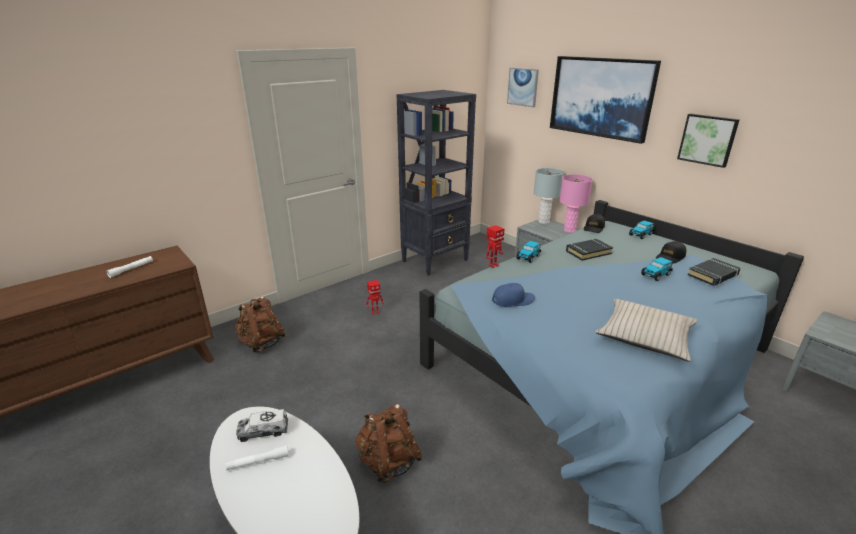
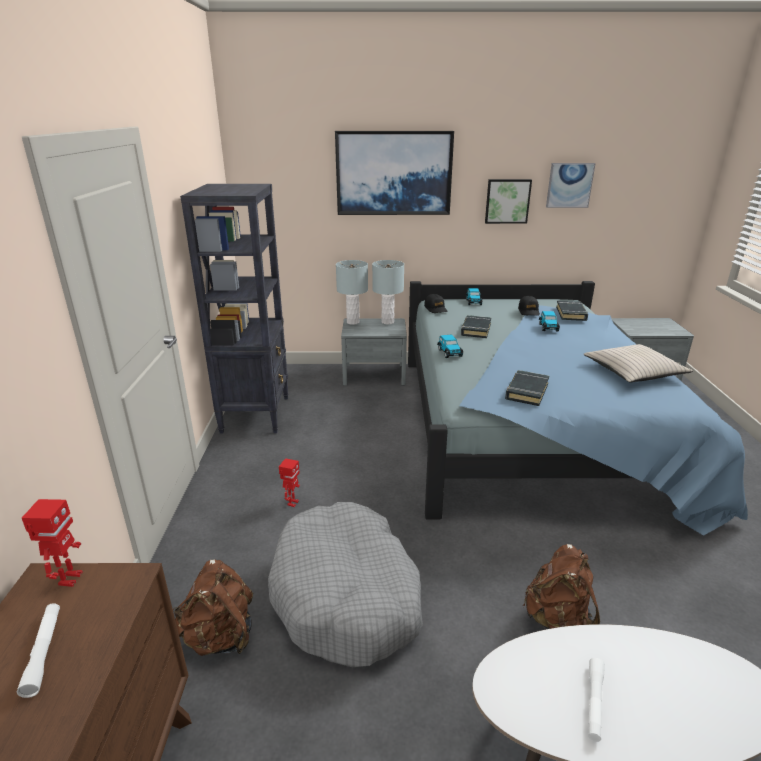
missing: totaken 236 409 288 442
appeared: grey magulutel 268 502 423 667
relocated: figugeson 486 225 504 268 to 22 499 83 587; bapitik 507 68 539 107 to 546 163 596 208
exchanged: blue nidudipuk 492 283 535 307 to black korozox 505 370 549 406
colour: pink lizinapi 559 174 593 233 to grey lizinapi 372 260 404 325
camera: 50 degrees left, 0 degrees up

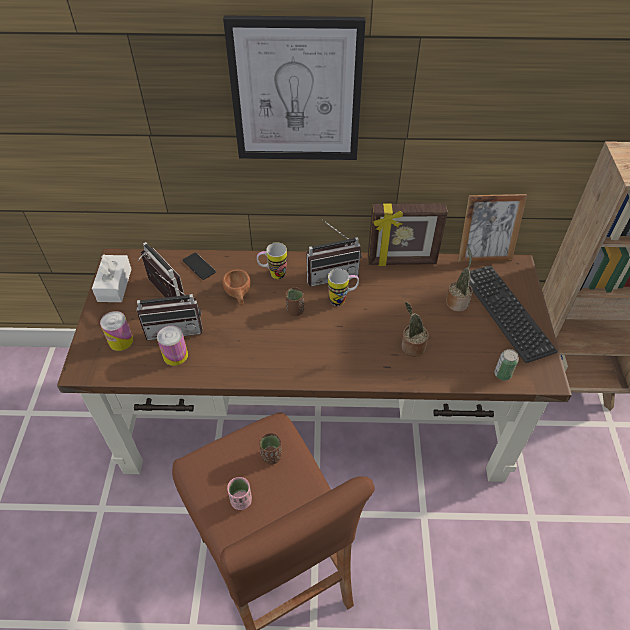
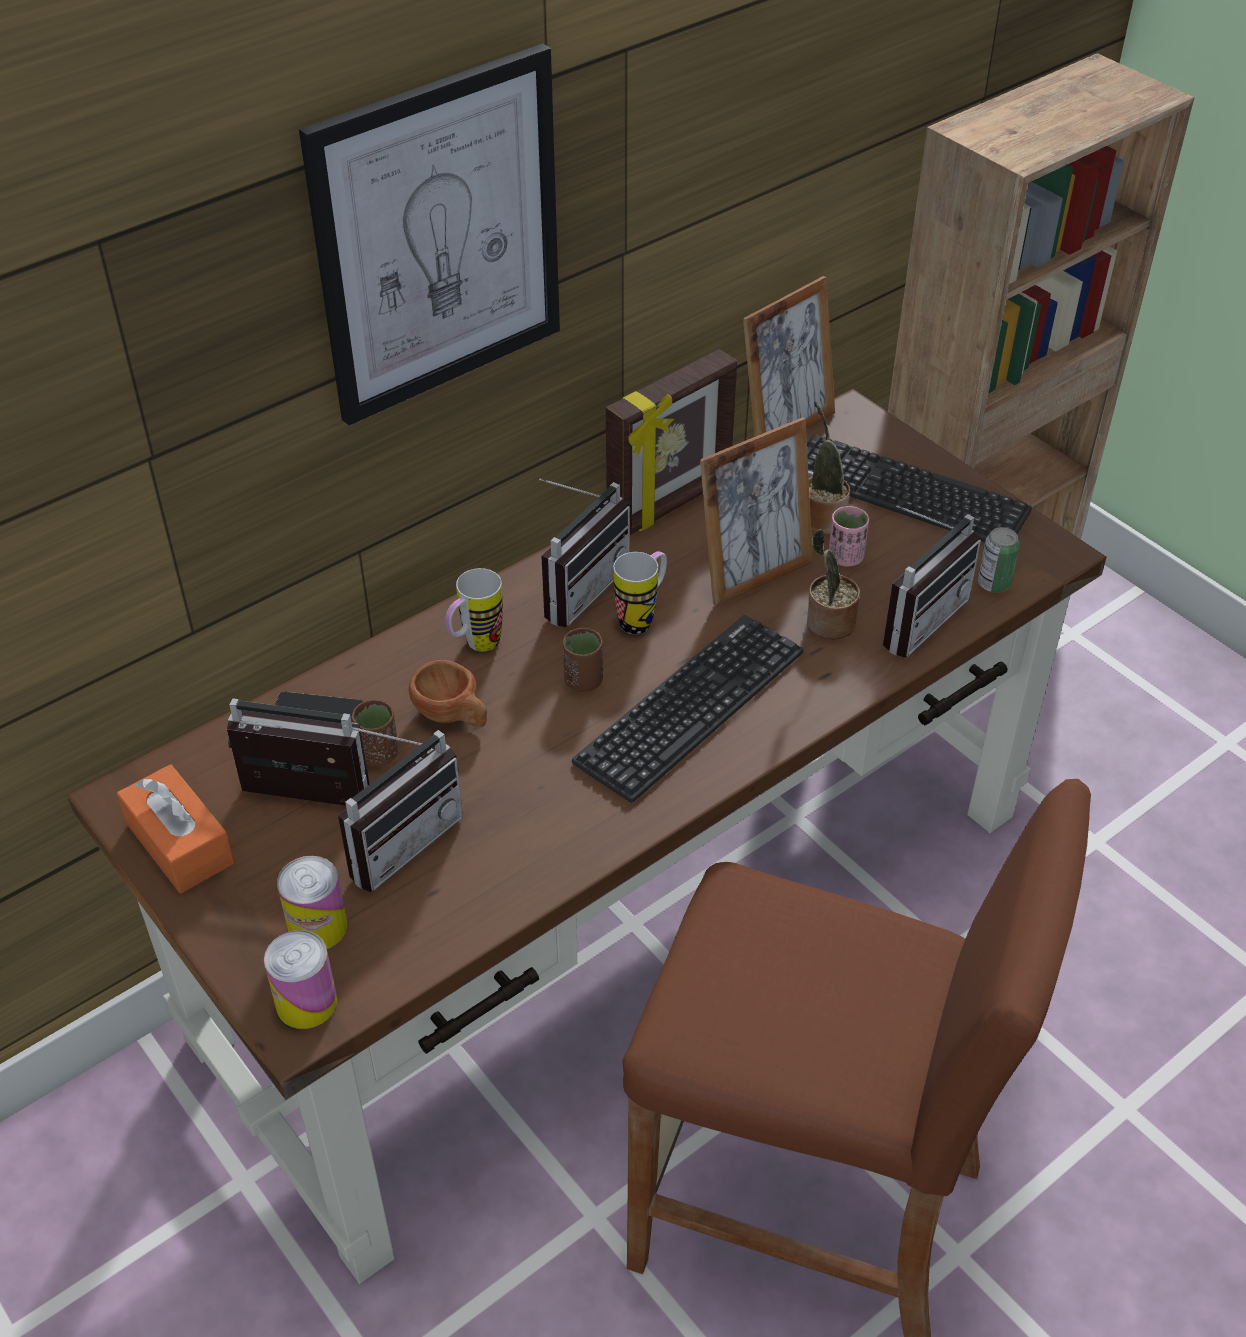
appeared: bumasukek 572 615 804 803; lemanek 700 417 813 606; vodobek 883 505 981 658
relocated: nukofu 157 326 188 366 to 264 930 337 1029; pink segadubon 227 477 252 510 to 829 506 869 567; brown segadubon 259 433 281 465 to 351 700 398 767
colour: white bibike 92 254 131 302 to orange bibike 116 764 234 893
camera: 40 degrees left, 5 degrees down

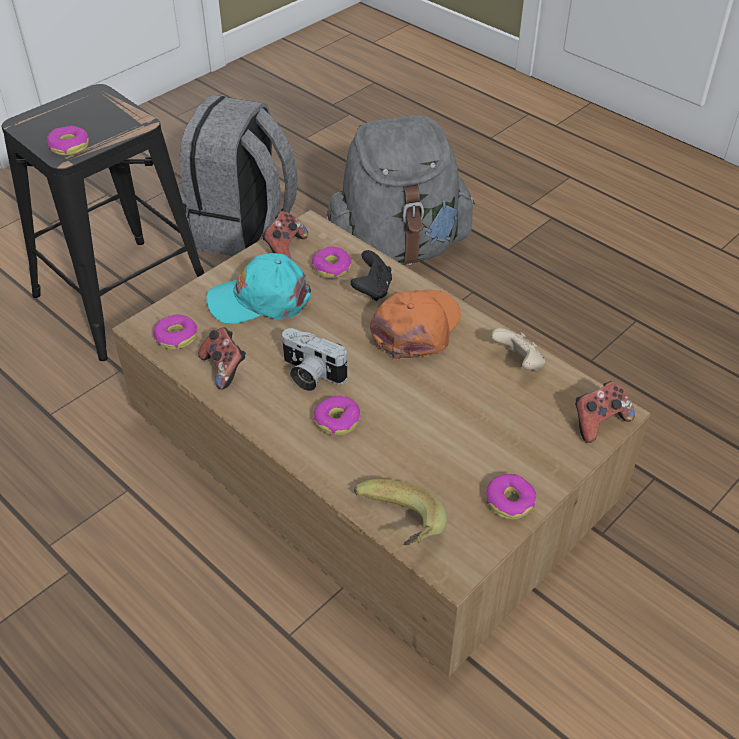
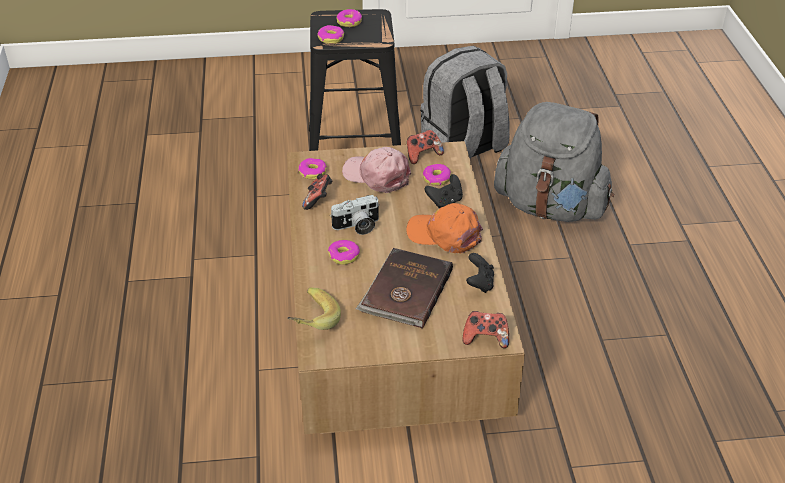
appeared: brown korozox 356 248 453 329
relocated: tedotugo 486 474 536 519 to 337 9 362 27
colour: turquoise nidudipuk 206 253 311 324 to pink nidudipuk 342 147 411 193; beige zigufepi 491 328 545 370 to black zigufepi 466 253 494 293
spun: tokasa 282 328 348 391 = 331 195 380 235 90 degrees counterclockwise; orange nidudipuk 370 289 461 359 = 406 203 483 254 135 degrees counterclockwise
camera: 40 degrees right, 5 degrees down

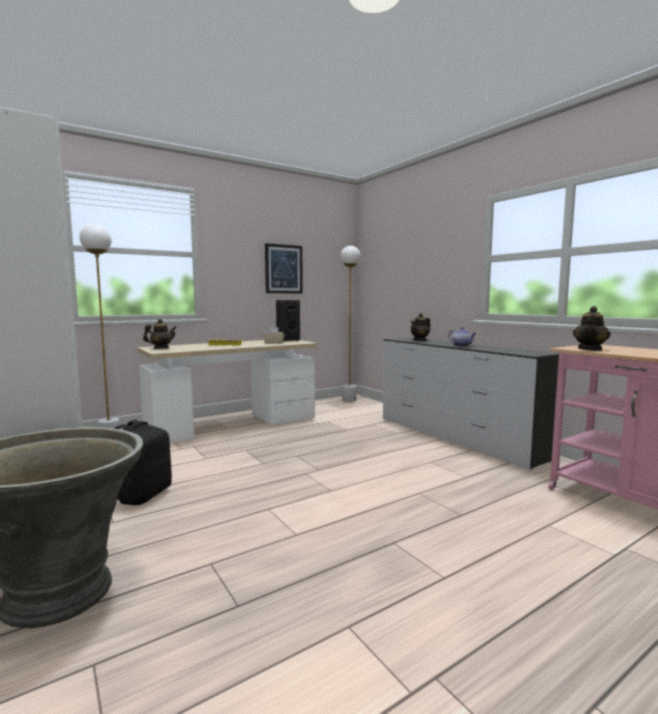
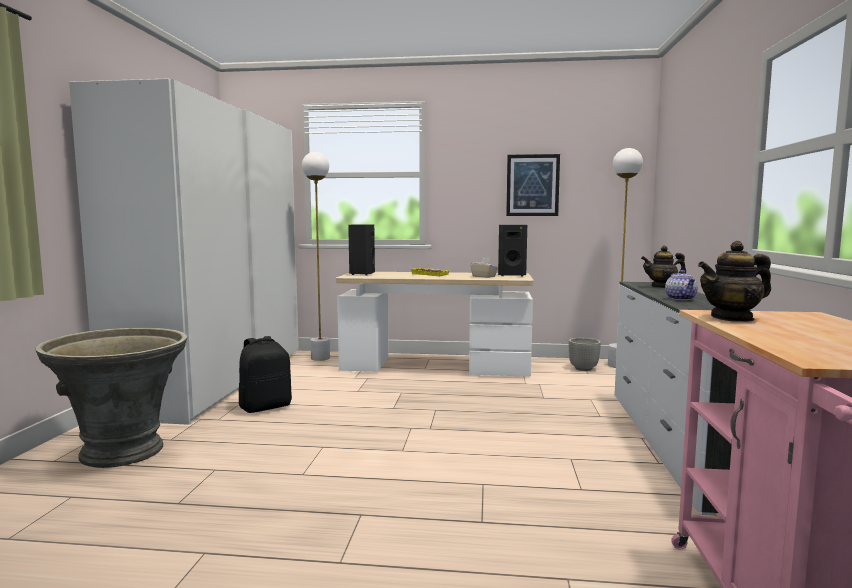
appeared: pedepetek 569 338 601 371
exchanged: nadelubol 143 319 177 349 to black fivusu 348 225 375 275
camera: 40 degrees right, 0 degrees up

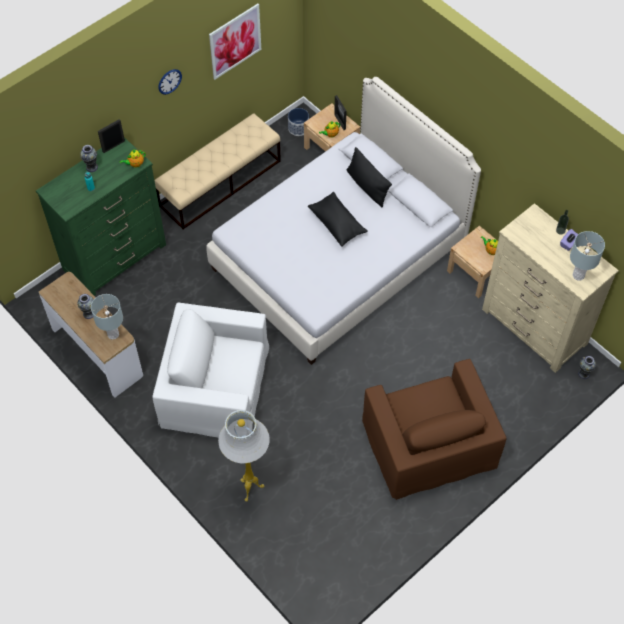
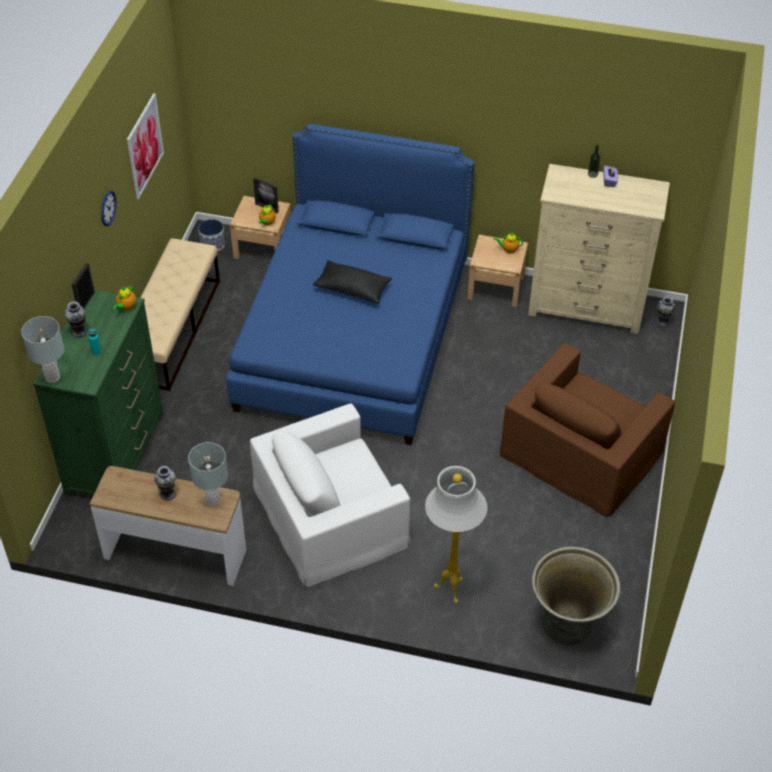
missing: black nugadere 346 147 392 208
appeared: grey pedepetek 532 547 620 645
relocated: grey lizinapi 570 231 605 281 to 21 316 64 383
colour: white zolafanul 206 77 481 365 to blue zolafanul 227 124 475 445
spun: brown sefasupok 362 359 506 500 = 500 343 675 518 90 degrees clockwise
camera: 35 degrees left, 10 degrees down

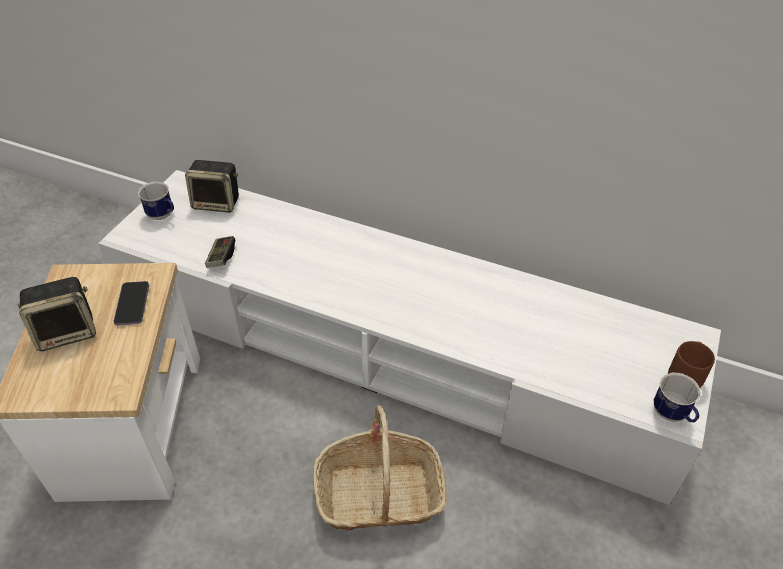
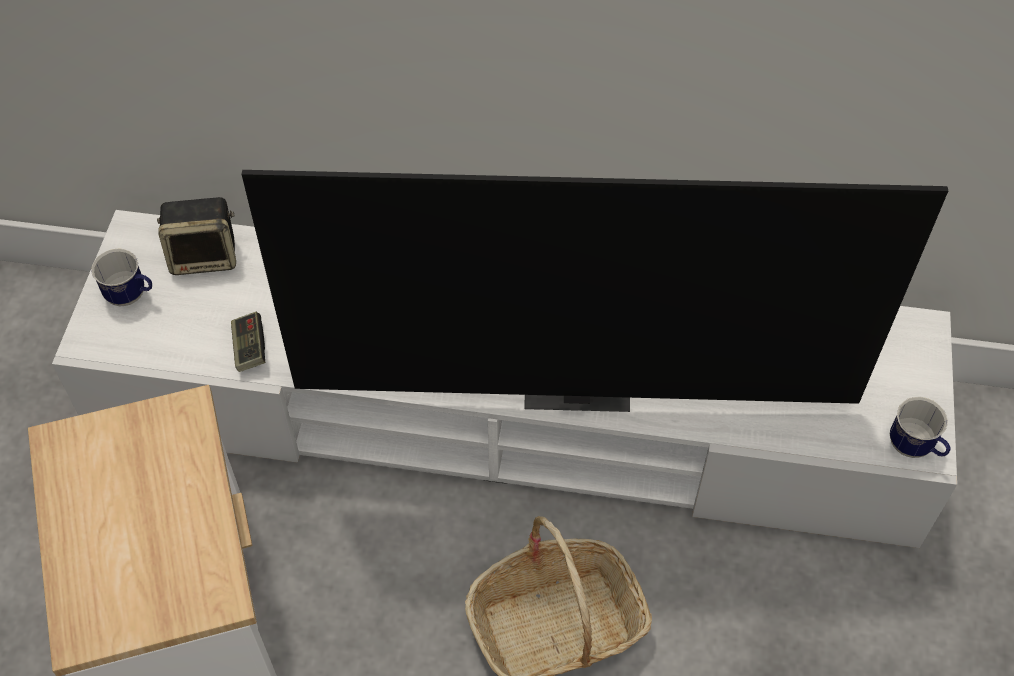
missing: fivusu 18 277 96 351; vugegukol 114 281 149 325; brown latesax 668 341 715 388
appeared: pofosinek 241 170 948 412
camera: 15 degrees left, 10 degrees up

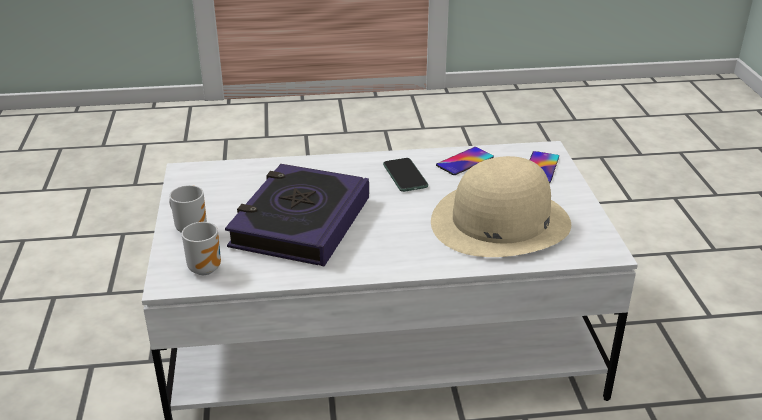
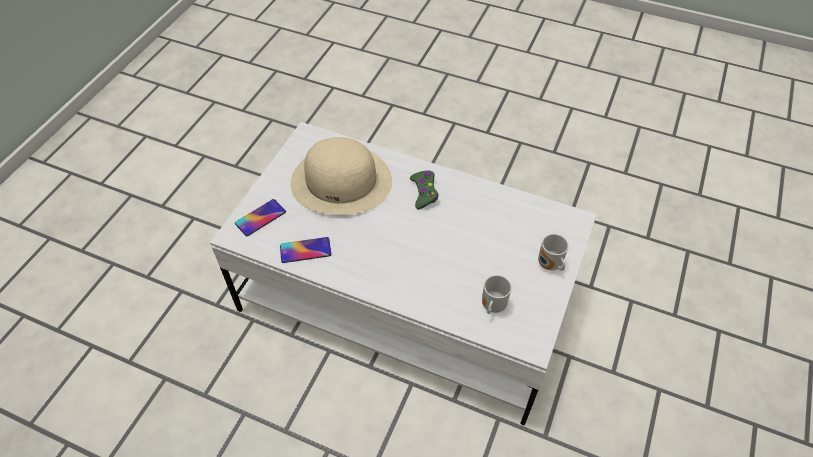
missing: korozox 225 164 369 267; vugegukol 383 158 428 192
appeared: green zigufepi 410 170 439 209
relocated: latesax 182 222 221 275 to 482 275 512 314
camera: 150 degrees left, 20 degrees up

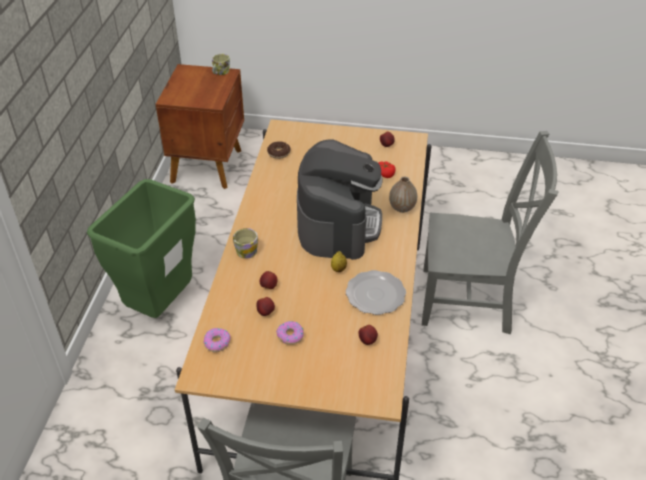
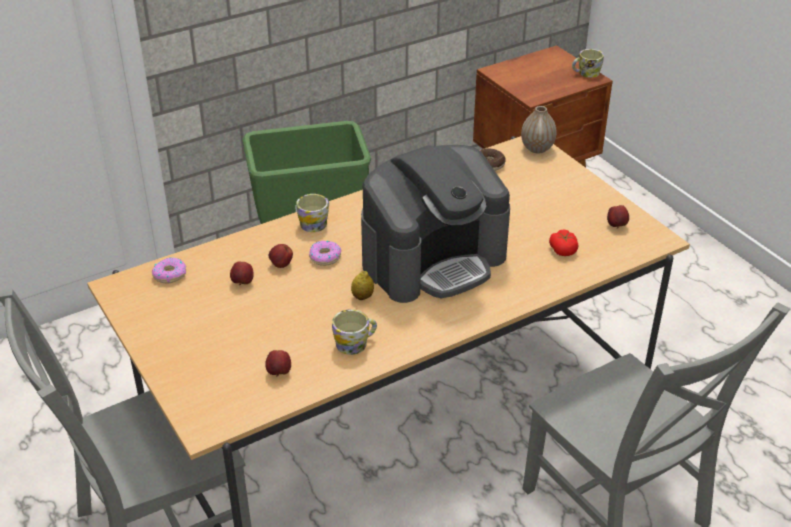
relocated: tedotugo 276 321 304 345 to 309 241 341 266; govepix 389 177 417 213 to 521 106 556 153
exchanged: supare 346 270 406 315 to latesax 332 309 377 355
camera: 50 degrees right, 5 degrees down

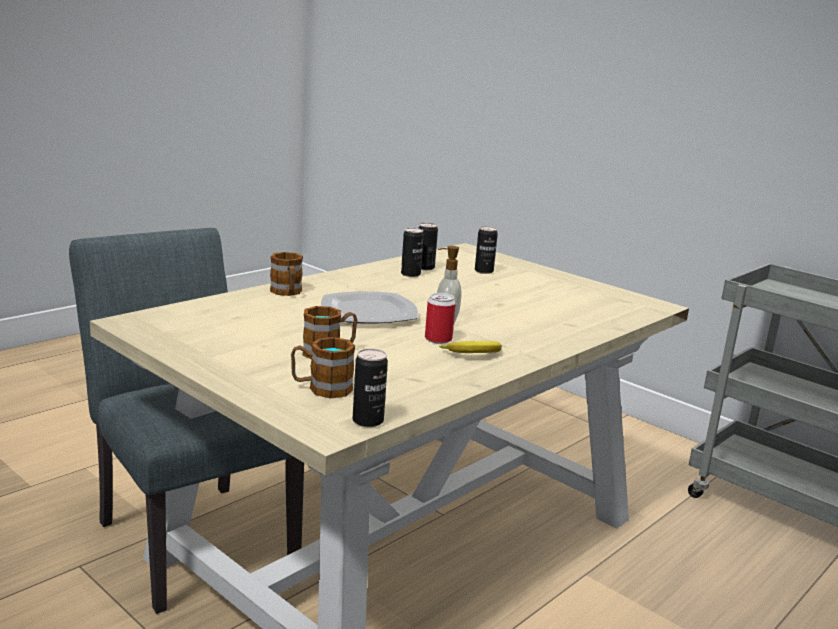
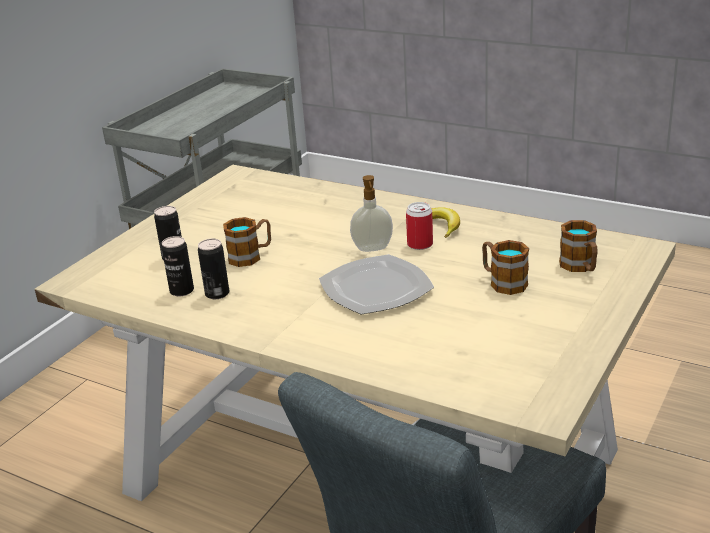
missing: nukofu 353 349 388 427
relocated: latesax 270 252 303 296 to 223 217 271 267
camera: 100 degrees left, 10 degrees up

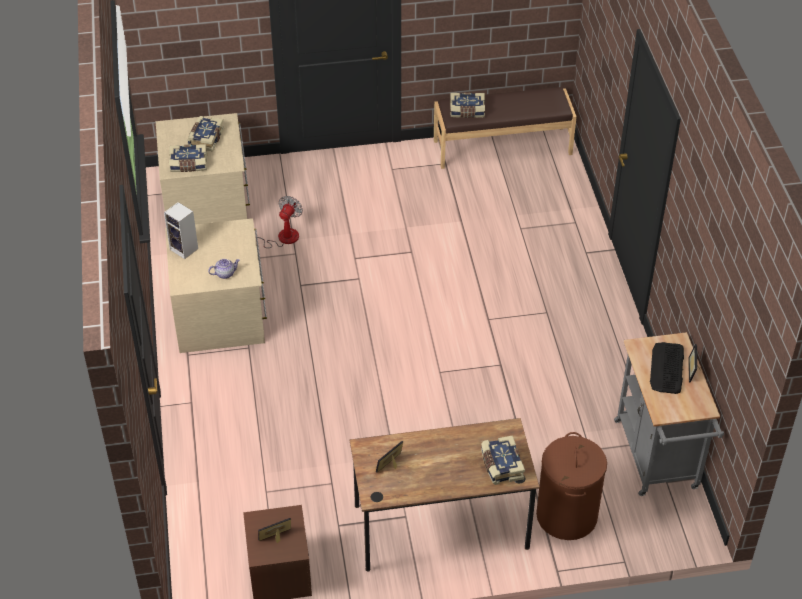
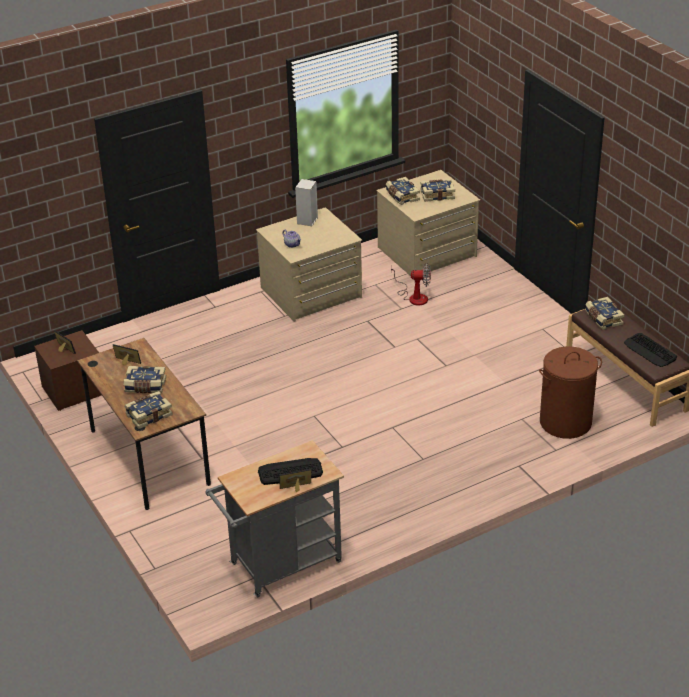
appeared: korozox 124 366 166 393; bumasukek 624 333 677 367
relocated: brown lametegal 536 432 607 540 to 539 347 602 439
camera: 70 degrees right, 10 degrees down

